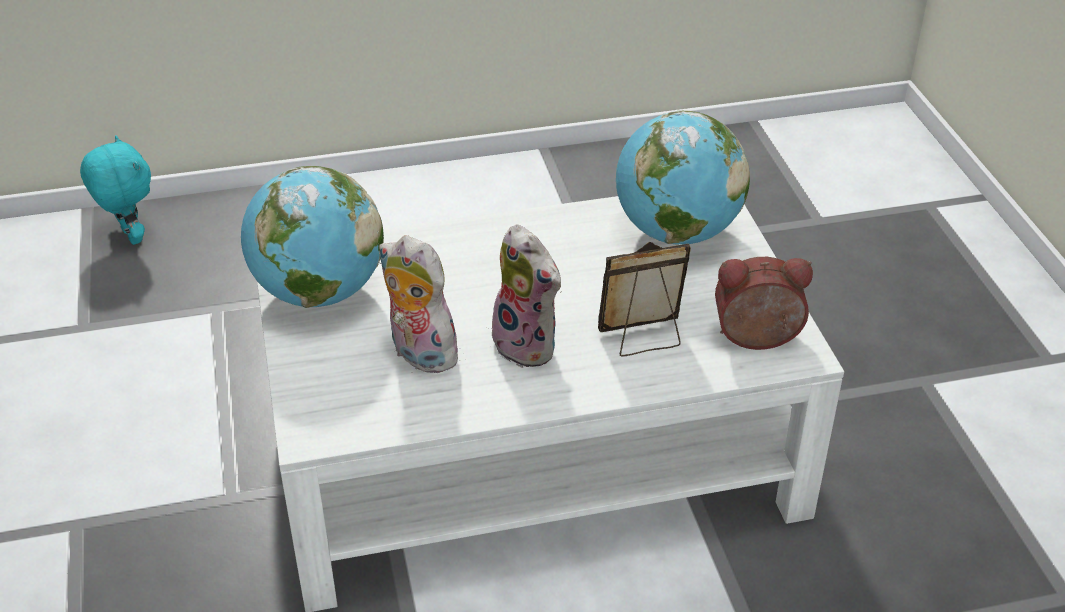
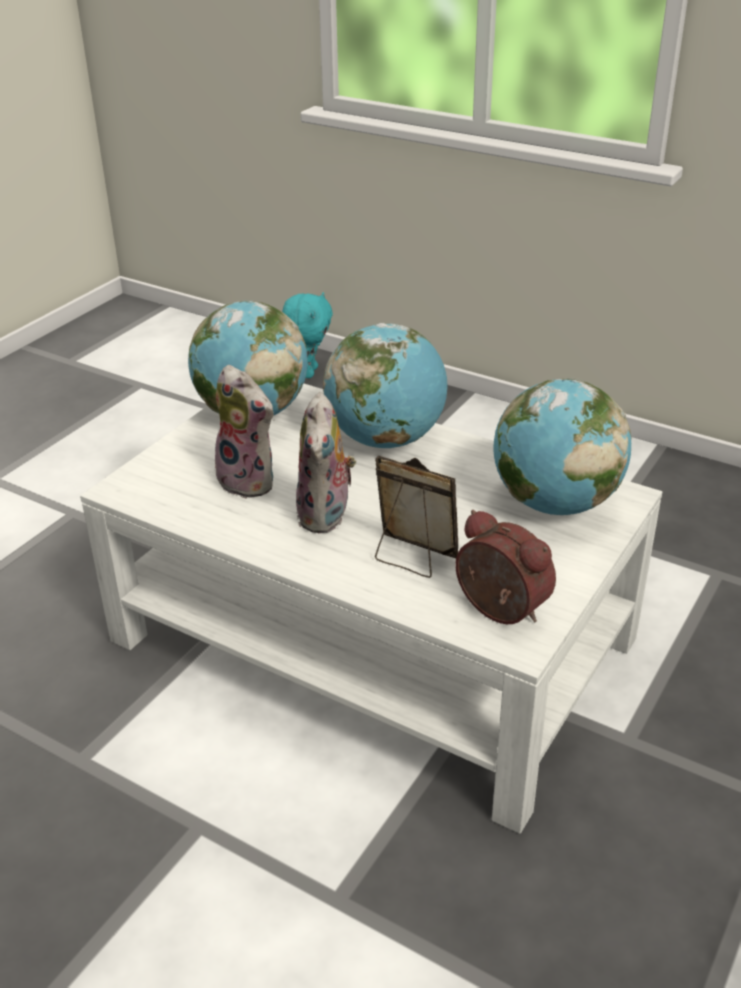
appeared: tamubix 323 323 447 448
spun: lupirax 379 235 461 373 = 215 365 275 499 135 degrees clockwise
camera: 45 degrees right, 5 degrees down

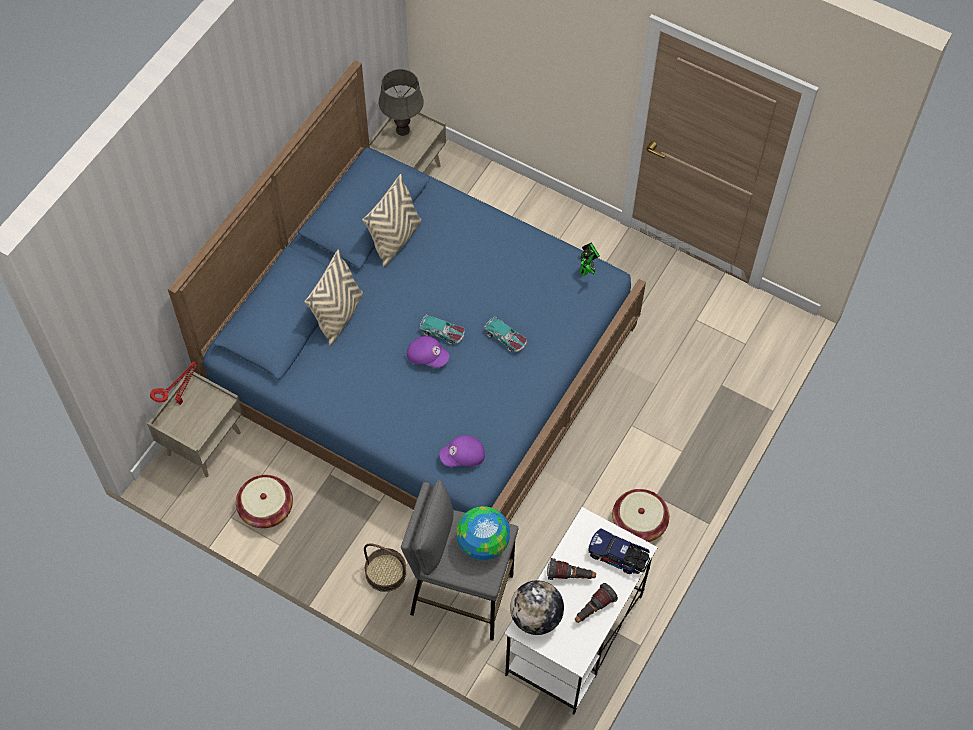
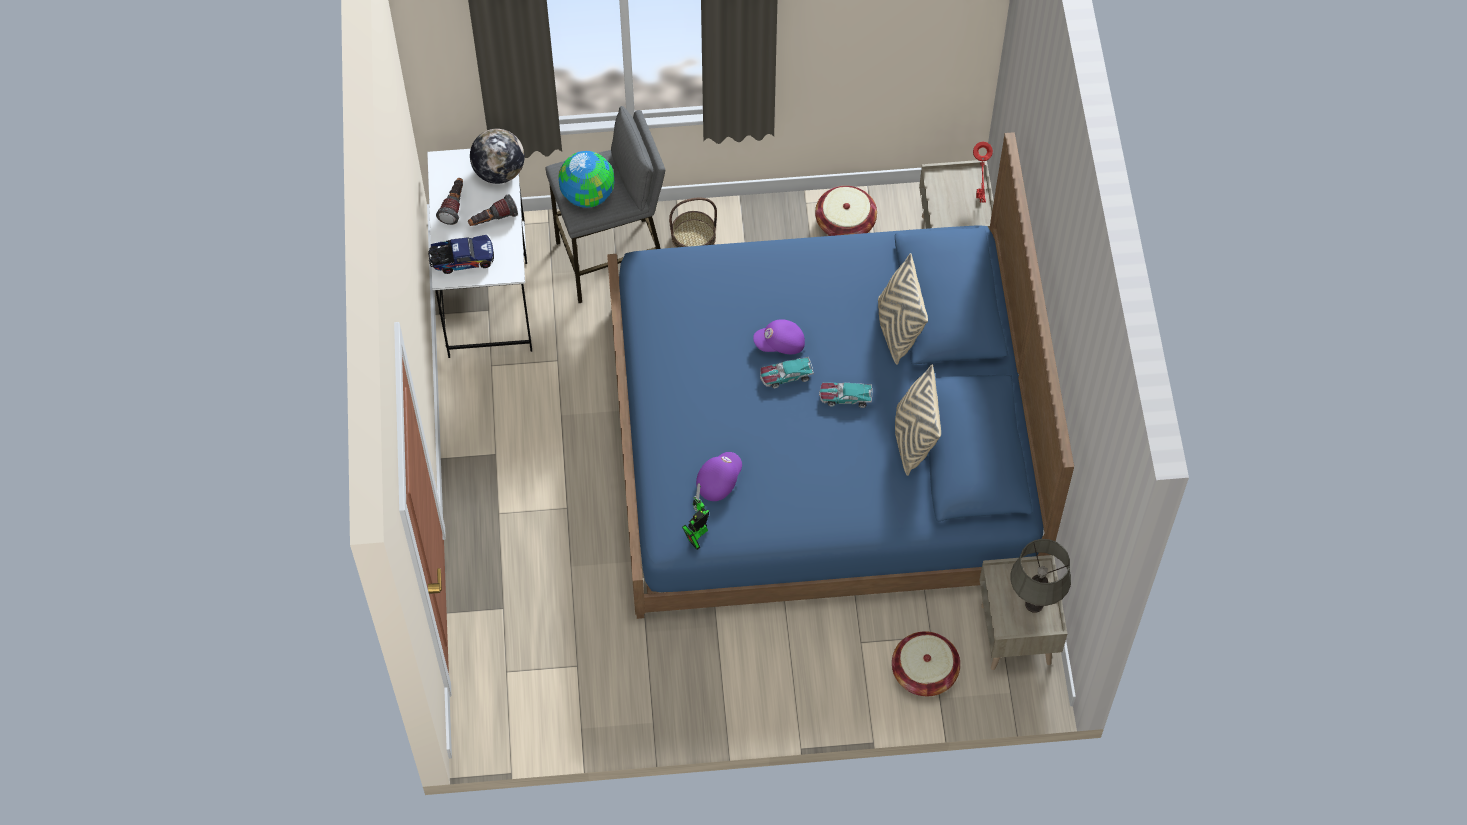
relocated: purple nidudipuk 439 435 485 467 to 696 452 742 501; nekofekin 484 316 527 352 to 819 382 872 408; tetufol 612 489 669 542 to 892 631 960 696
spun: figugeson 580 243 600 276 = 682 483 709 550 45 degrees clockwise
camera: 145 degrees right, 0 degrees up

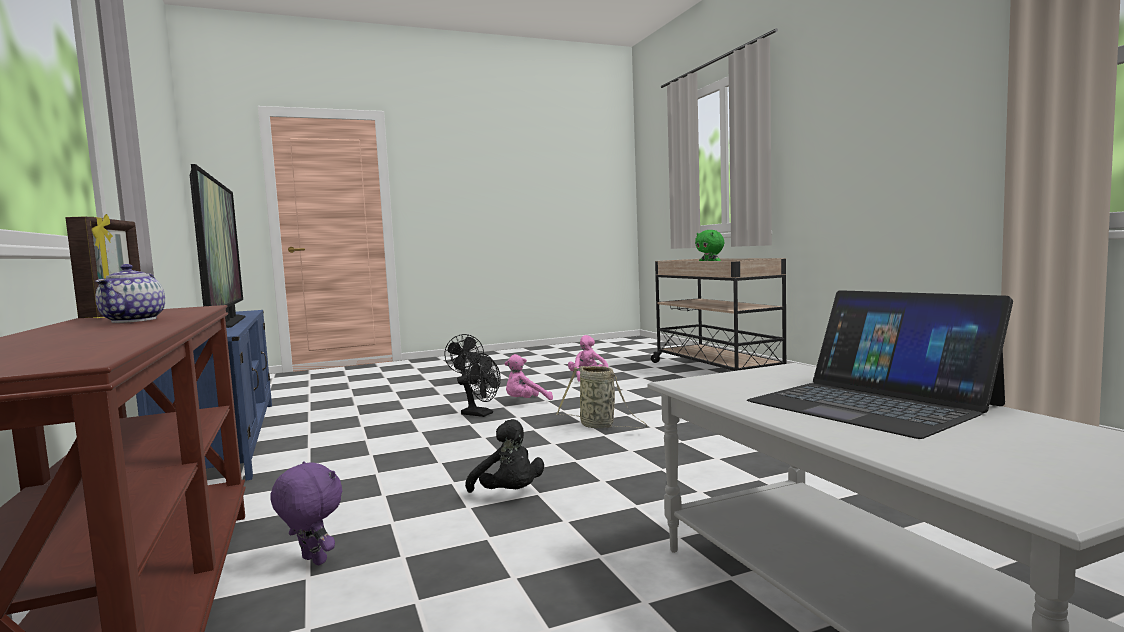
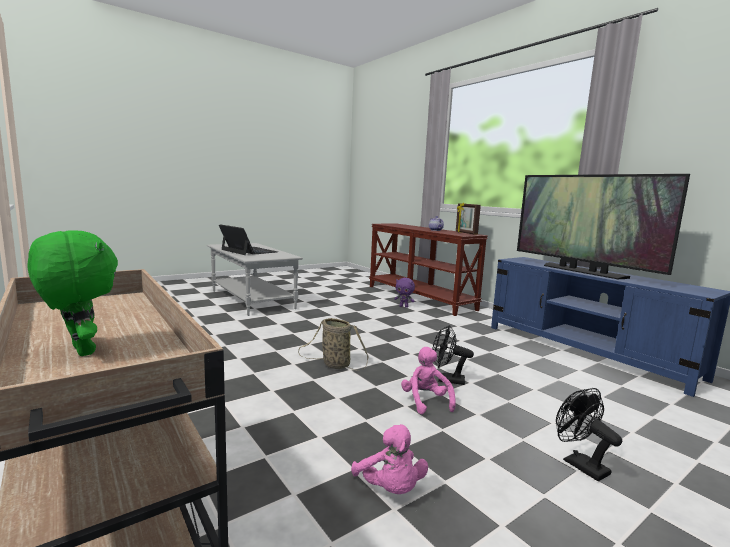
missing: black lupirax 465 419 544 493
spun: pink lupirax 505 354 553 400 = 401 347 456 414 60 degrees counterclockwise
camera: 165 degrees right, 5 degrees up

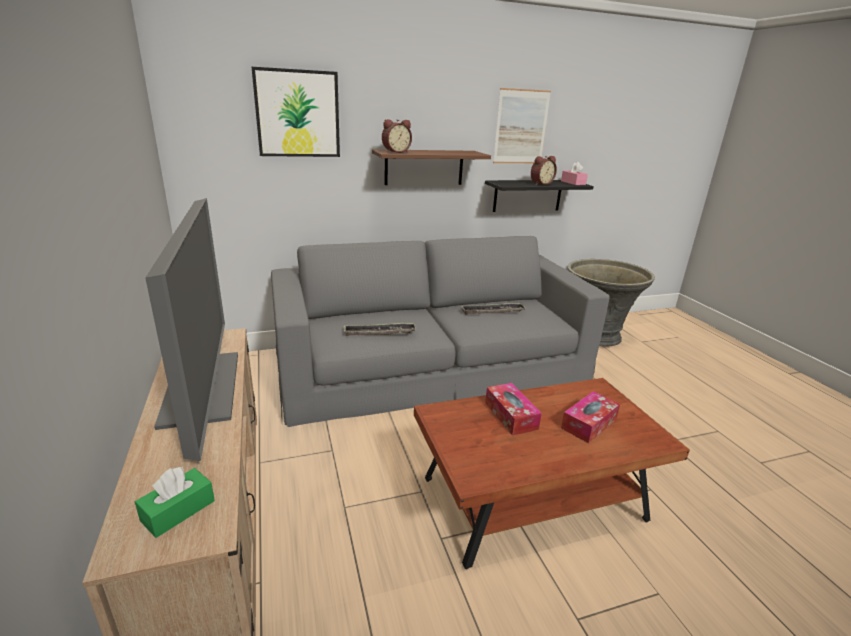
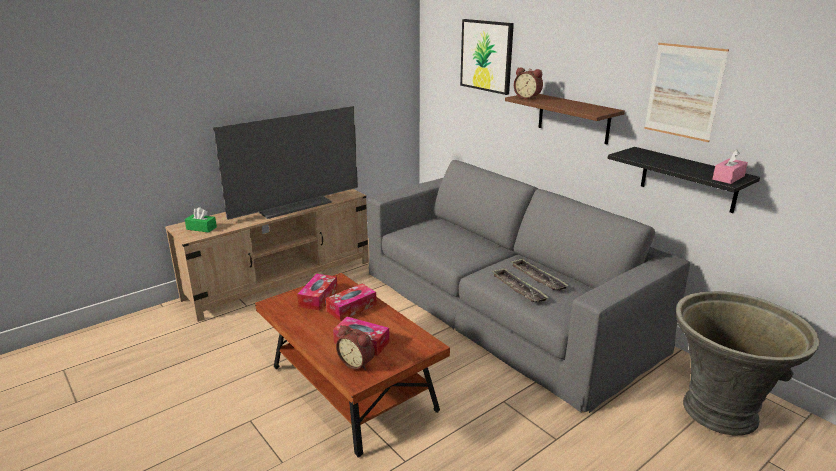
appeared: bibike 297 274 338 311
relocated: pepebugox 344 323 416 336 to 492 268 549 302; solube 531 156 557 185 to 336 325 375 371
camera: 70 degrees right, 0 degrees up

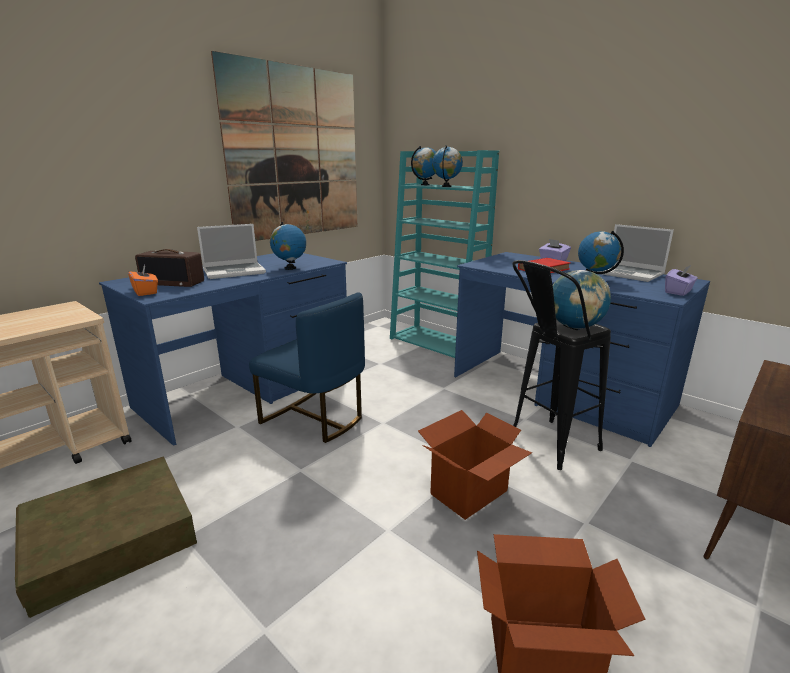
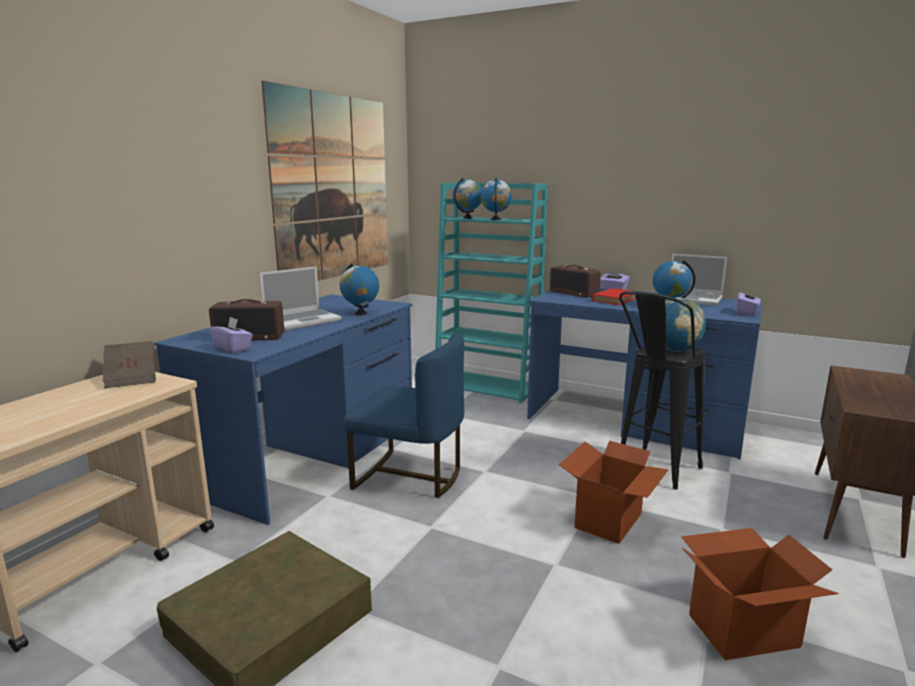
appeared: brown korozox 103 341 156 388; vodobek 550 265 601 297
colour: orange bibike 128 265 158 296 to purple bibike 210 317 253 353
camera: 15 degrees left, 5 degrees down

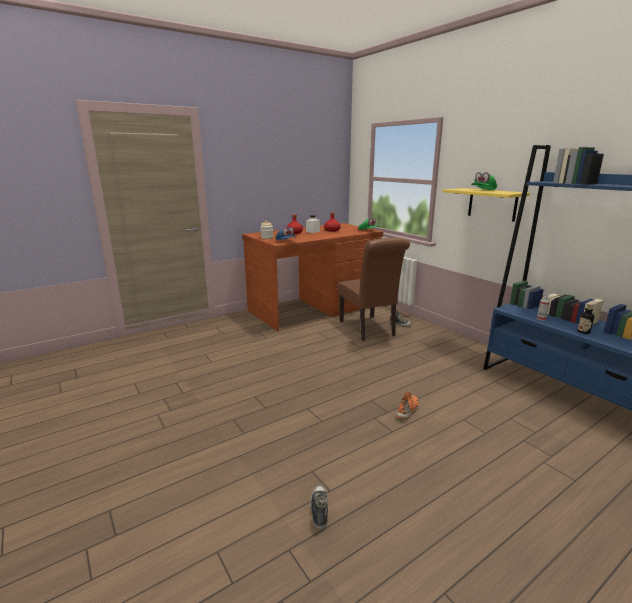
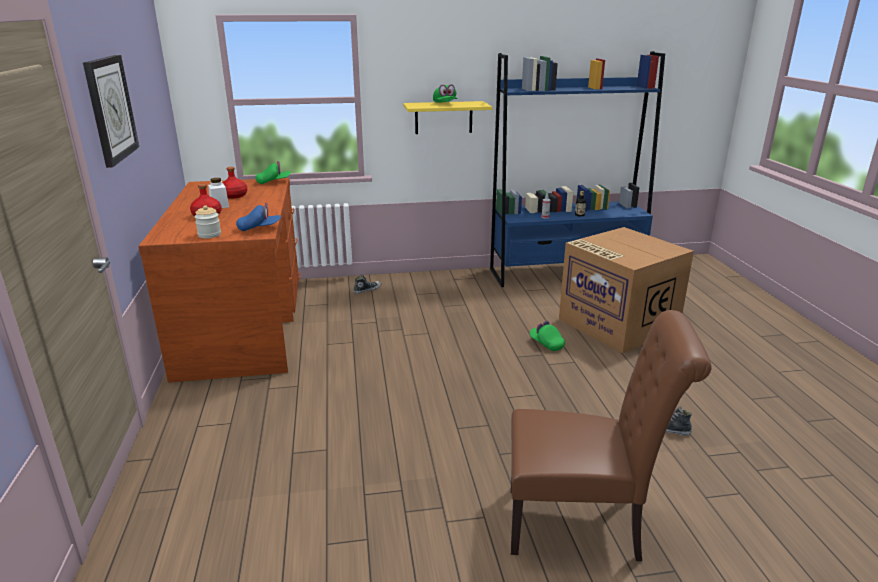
appeared: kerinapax 83 55 139 168; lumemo 559 227 694 354
relocated: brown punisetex 338 237 410 341 to 511 310 712 562
exchanged: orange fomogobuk 396 391 419 418 to green nidudipuk 530 321 565 351
camera: 65 degrees left, 5 degrees up

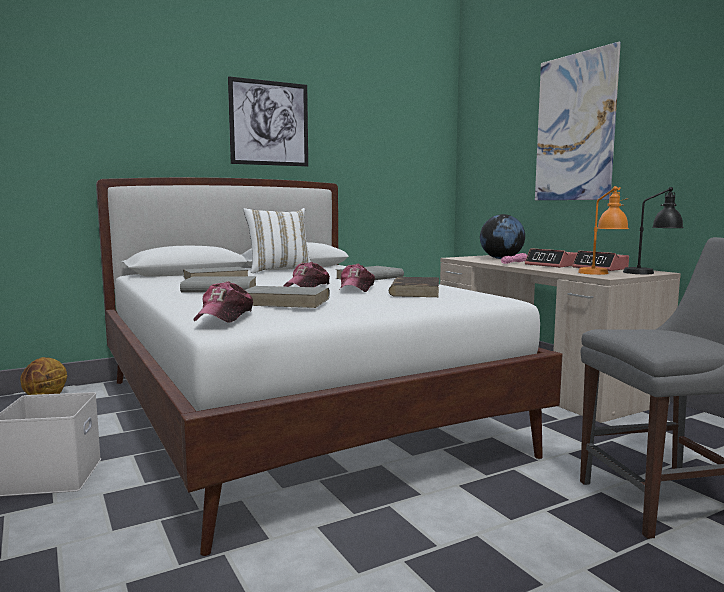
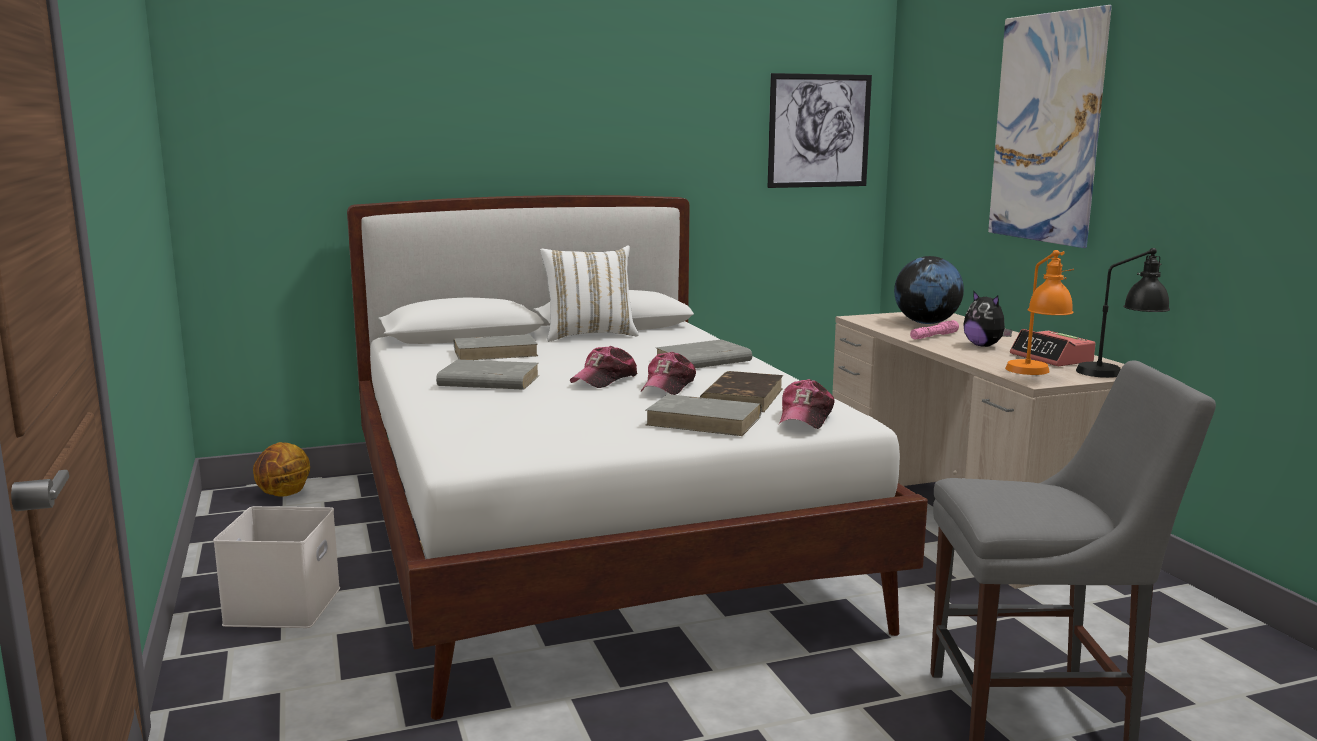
relocated: nidudipuk 194 281 253 323 to 779 379 835 429; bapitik 228 76 308 166 to 768 73 872 188; grey korozox 245 286 330 308 to 646 394 762 436
exchanged: solube 525 248 577 268 to lupirax 963 290 1012 347
camera: 10 degrees right, 5 degrees up

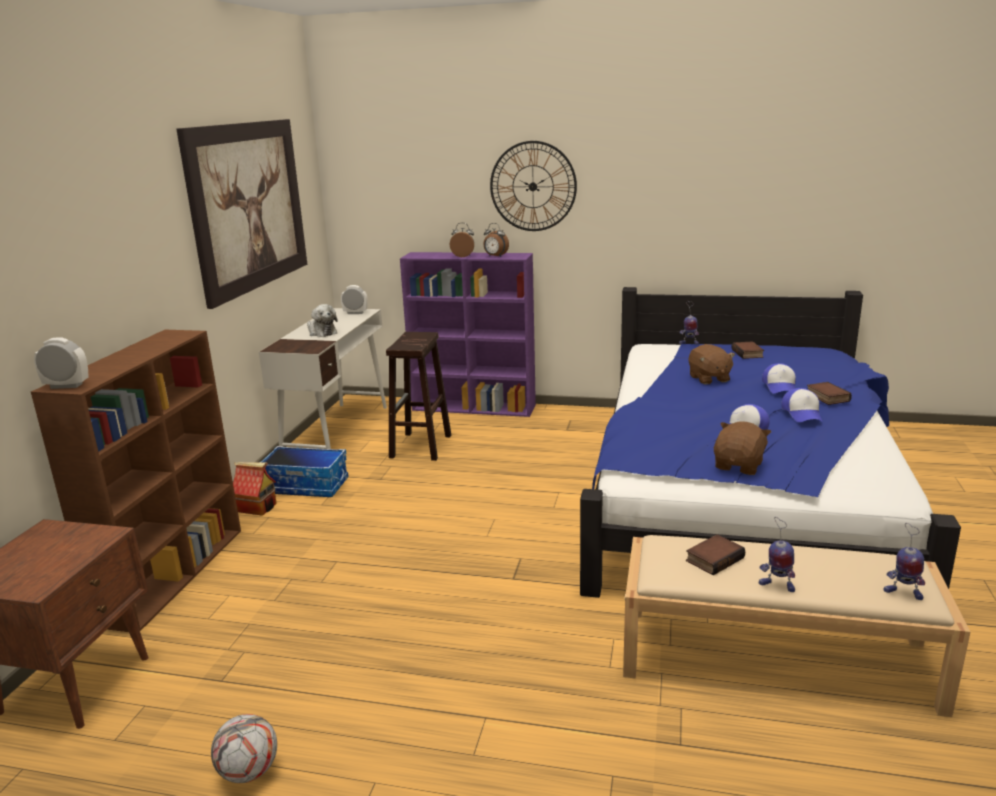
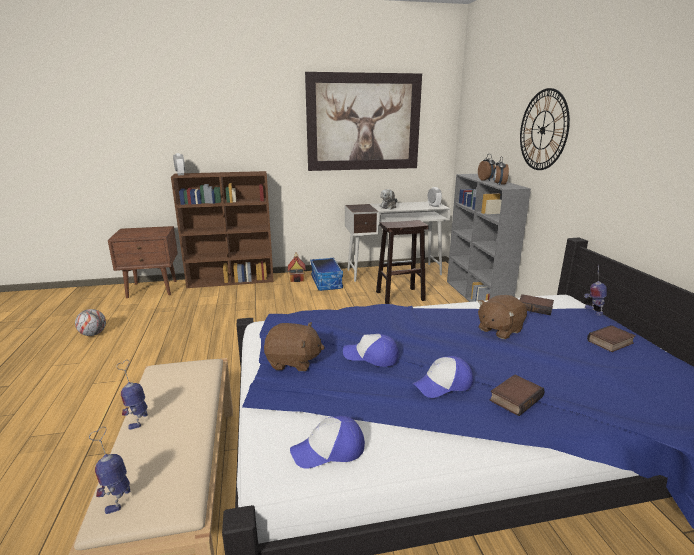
relocated: korozox 686 534 745 575 to 519 294 554 315; nidudipuk 762 363 796 393 to 290 416 365 469
colour: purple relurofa 400 252 536 417 to grey relurofa 447 174 531 302
camera: 65 degrees right, 0 degrees up

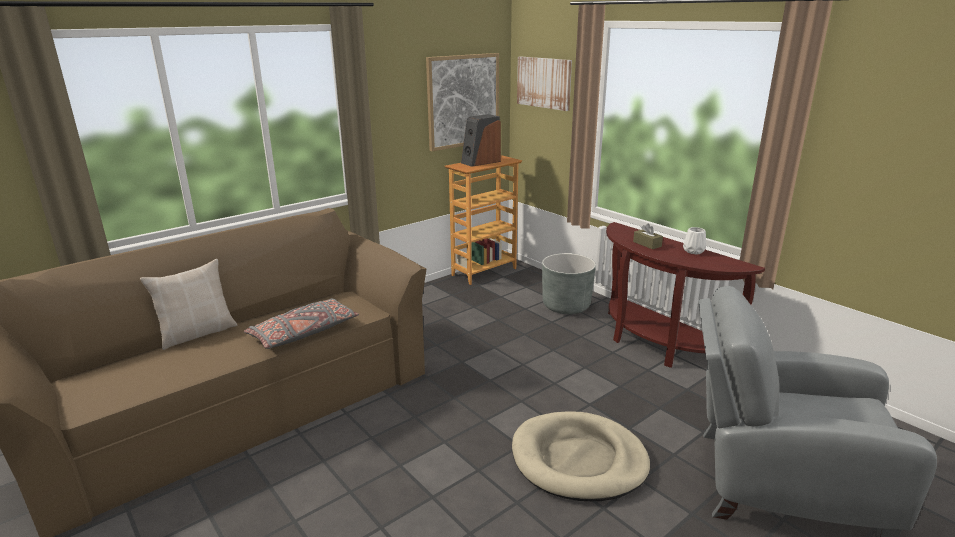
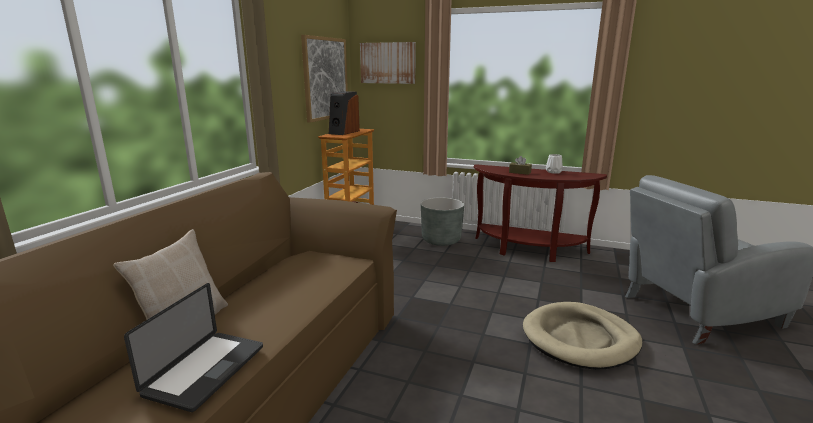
missing: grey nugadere 244 299 359 349
appeared: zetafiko 124 283 263 412
camera: 30 degrees left, 5 degrees down

